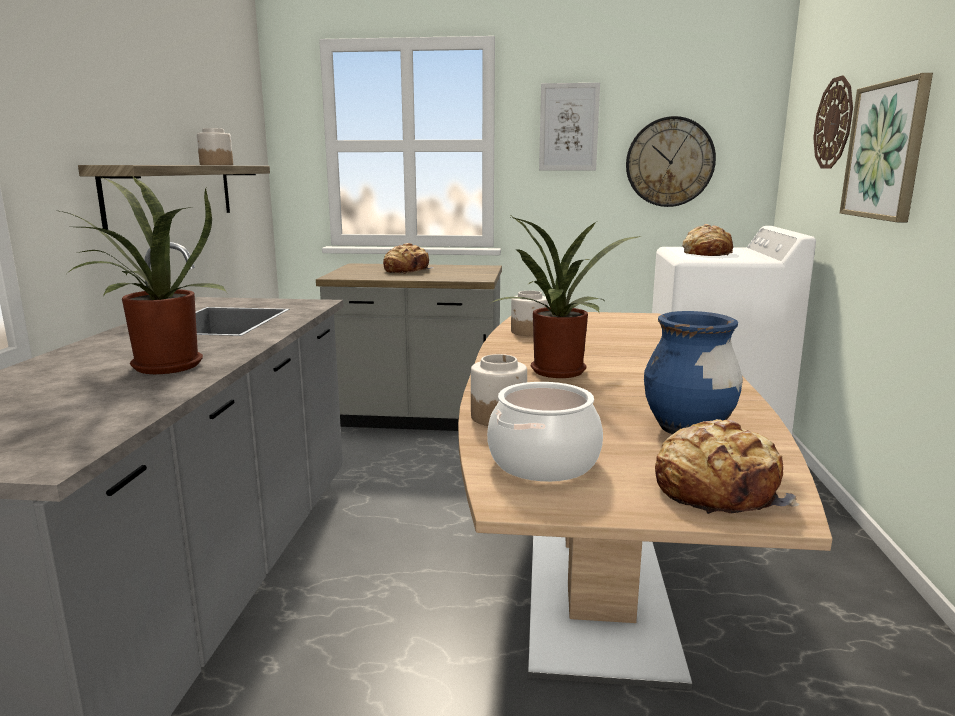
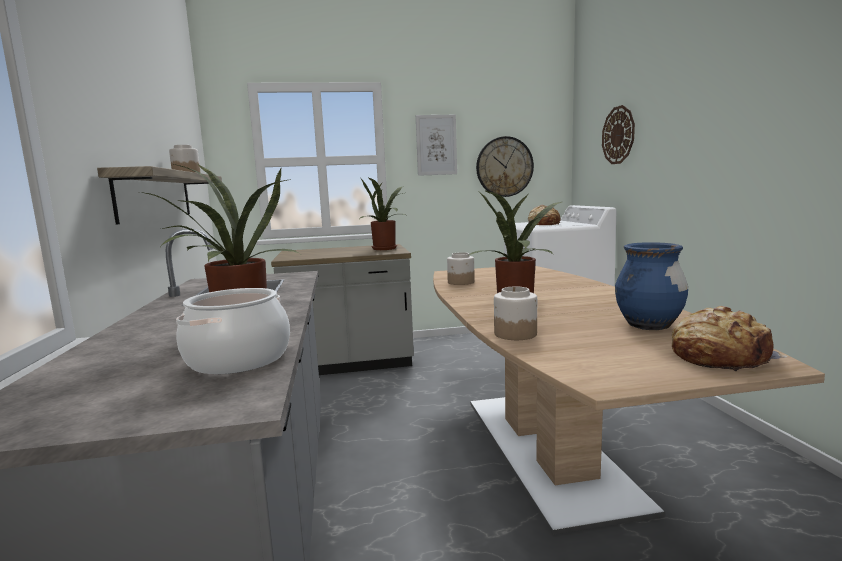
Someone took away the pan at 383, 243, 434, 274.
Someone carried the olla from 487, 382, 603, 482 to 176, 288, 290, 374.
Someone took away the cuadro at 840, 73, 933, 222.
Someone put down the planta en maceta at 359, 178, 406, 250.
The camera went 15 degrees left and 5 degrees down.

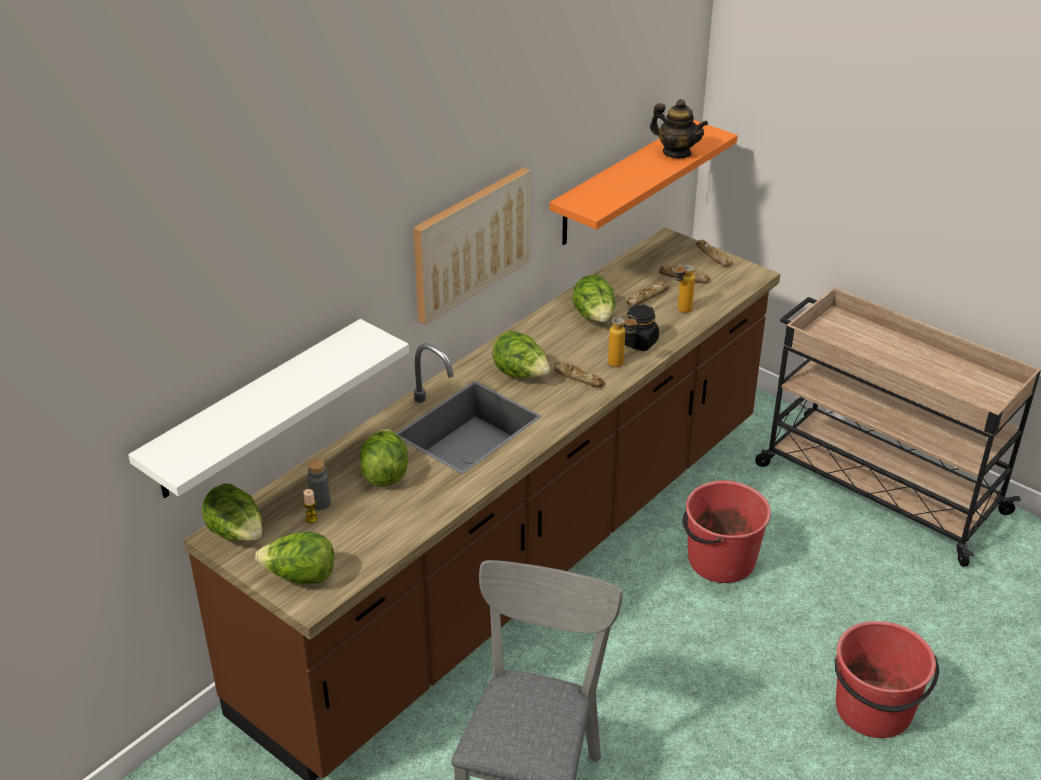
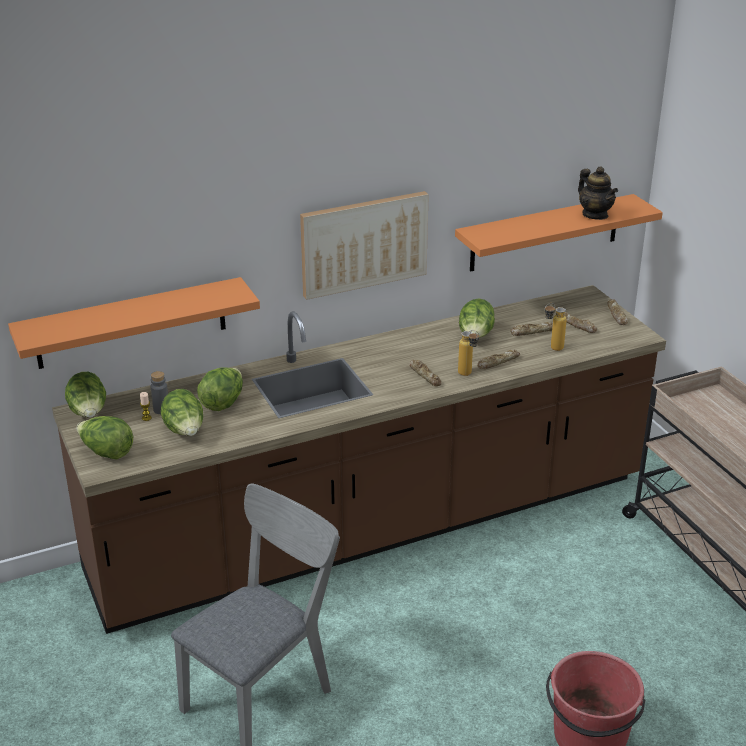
Someone repainted the estante/blanco at 128, 319, 409, 498, which became the estante/naranja at 8, 277, 260, 369.
Someone carried the lechuga from 492, 331, 550, 378 to 161, 389, 203, 436.
Someone swapped the tarro/negro at 623, 305, 659, 351 for the pan at 477, 350, 520, 369.
Someone took away the cubo/rojo at 682, 481, 771, 583.
The camera went 25 degrees right and 5 degrees down.

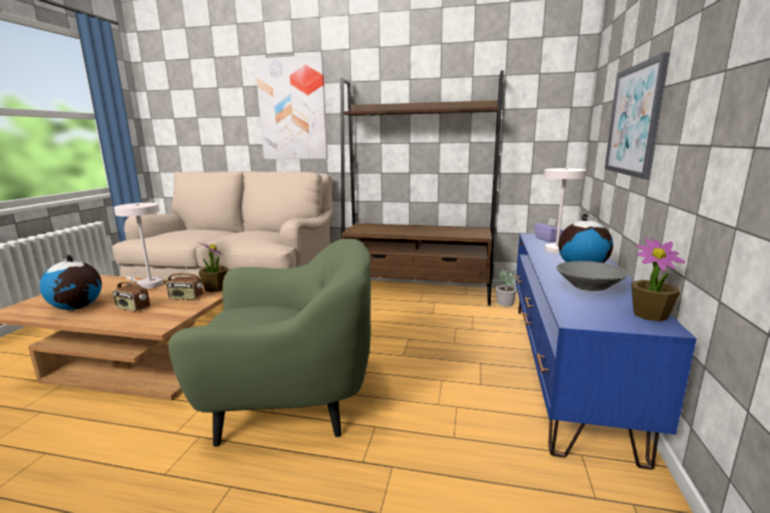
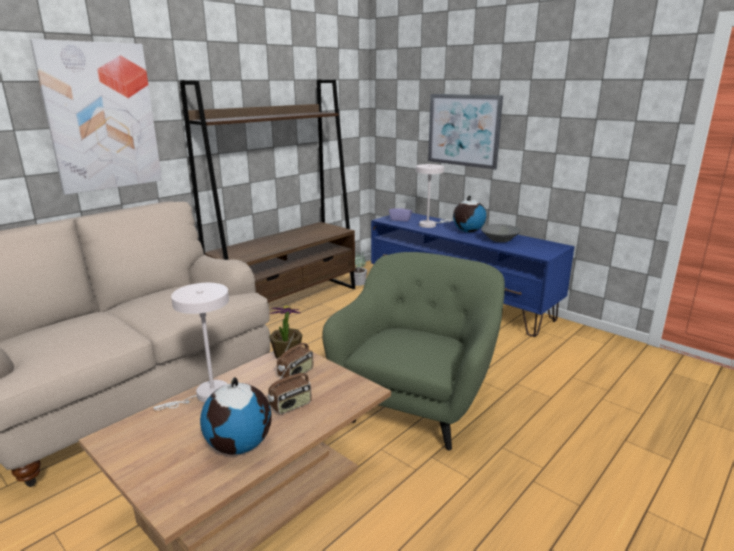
Someone took away the planta en maceta at 631, 239, 686, 321.
The camera went 60 degrees left and 5 degrees up.

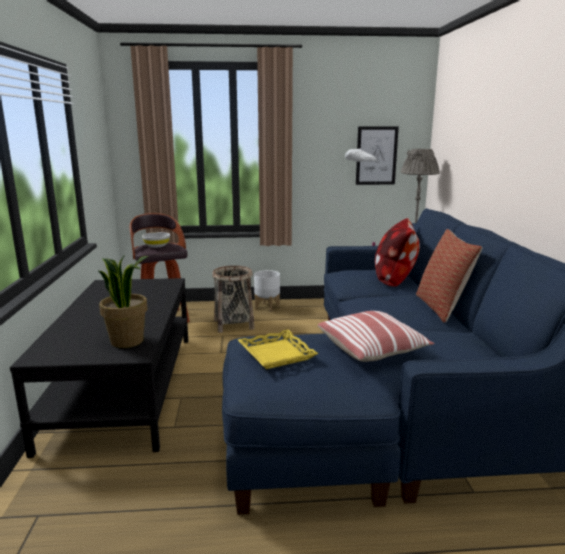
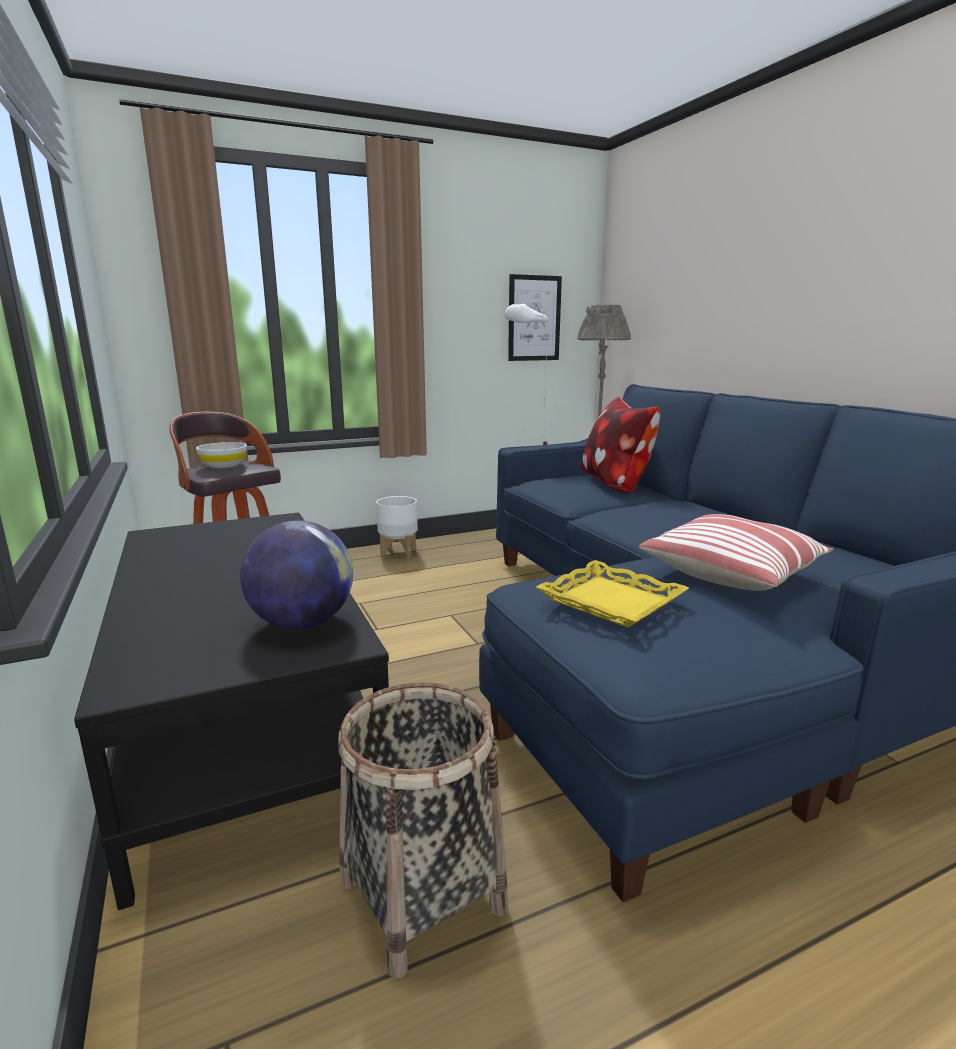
Someone swapped the planta en maceta at 98, 256, 149, 348 for the globo terráqueo at 240, 520, 353, 629.
Someone carried the cesta from 212, 266, 254, 333 to 338, 682, 509, 979.
Someone took away the cojín at 416, 229, 482, 323.
The camera went 20 degrees left and 0 degrees up.

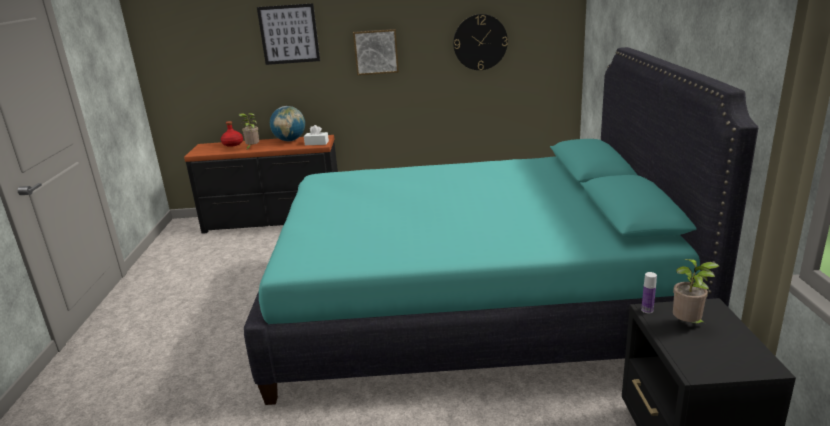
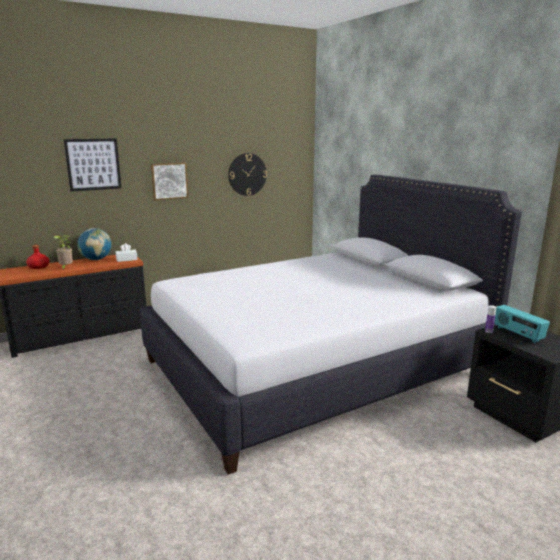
Someone repainted the cama/turquesa at 244, 47, 758, 405, which became the cama/blanco at 140, 175, 522, 475.
Someone swapped the planta en maceta at 673, 259, 720, 325 for the radio at 494, 305, 550, 343.
The camera went 30 degrees left and 5 degrees down.

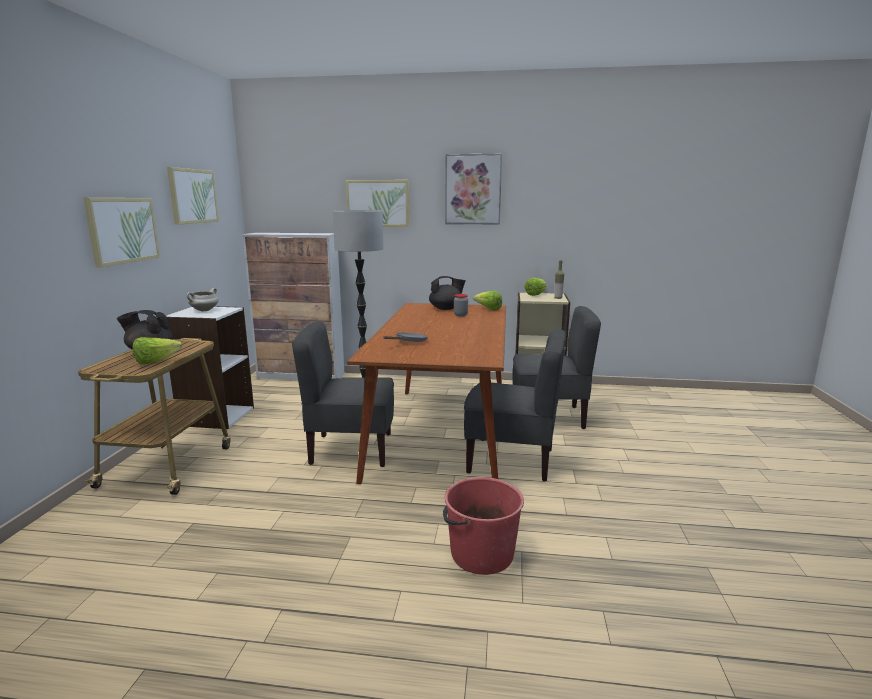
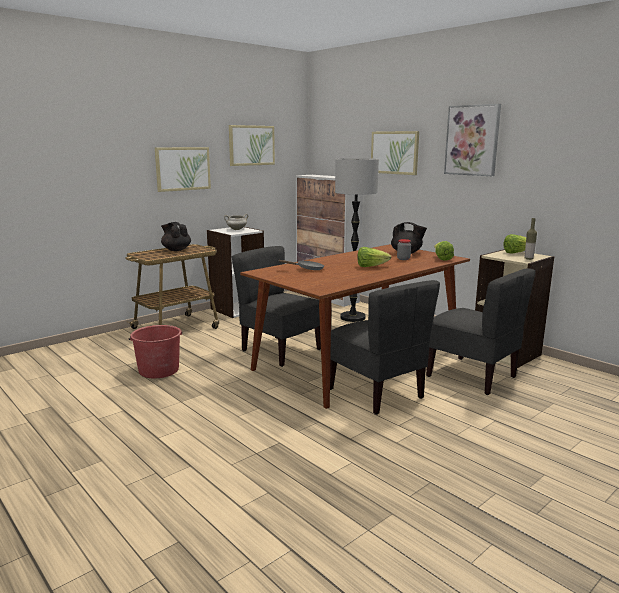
Someone carried the lechuga from 133, 337, 182, 364 to 358, 247, 391, 267.
Someone carried the cubo/rojo from 443, 477, 524, 575 to 129, 325, 183, 378.
The camera went 40 degrees right and 0 degrees up.

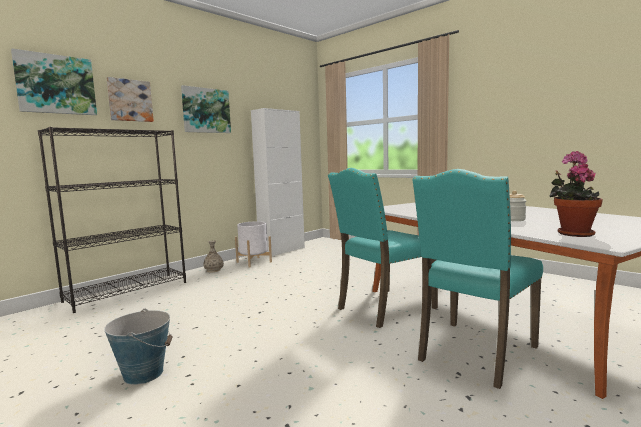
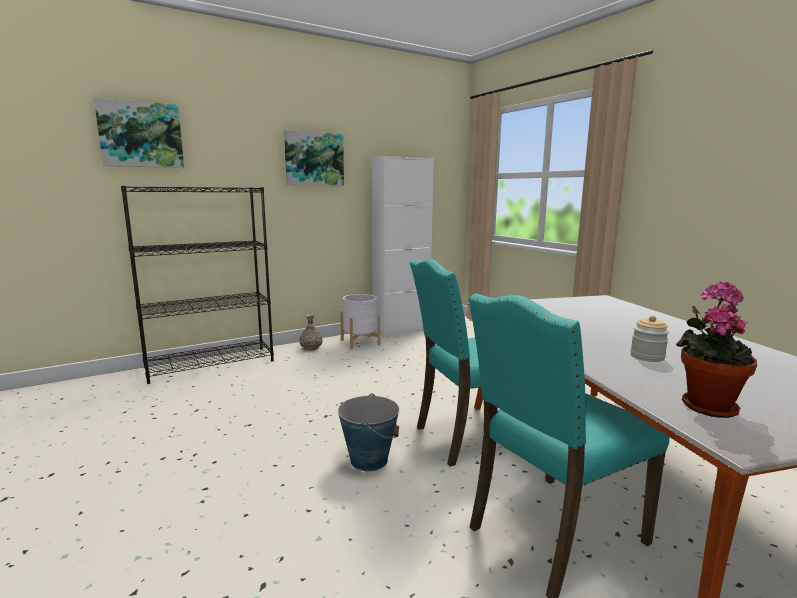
Someone carried the cubo from 104, 309, 173, 385 to 338, 393, 399, 471.
Someone took away the cuadro at 107, 77, 154, 122.
The camera went 15 degrees right and 5 degrees up.

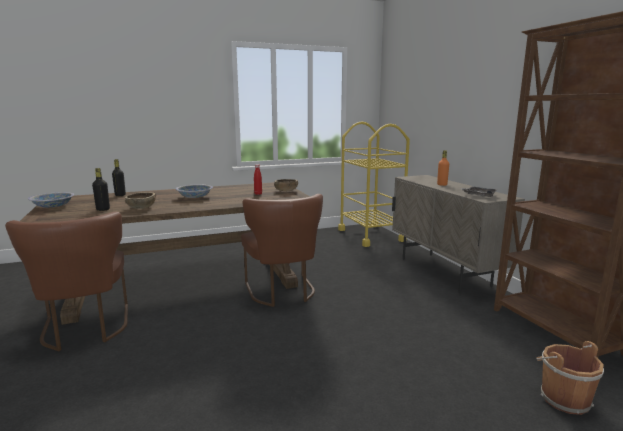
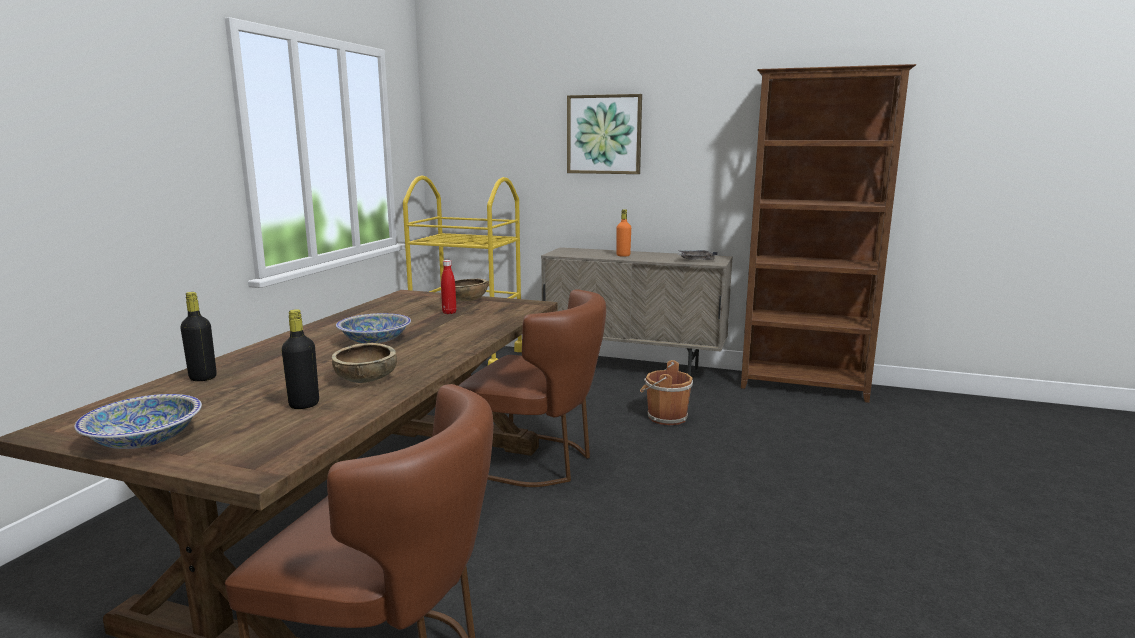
Someone carried the cubo/marrón from 536, 341, 604, 415 to 640, 360, 693, 425.
Someone put up the cuadro at 567, 94, 642, 174.
The camera went 50 degrees left and 0 degrees up.

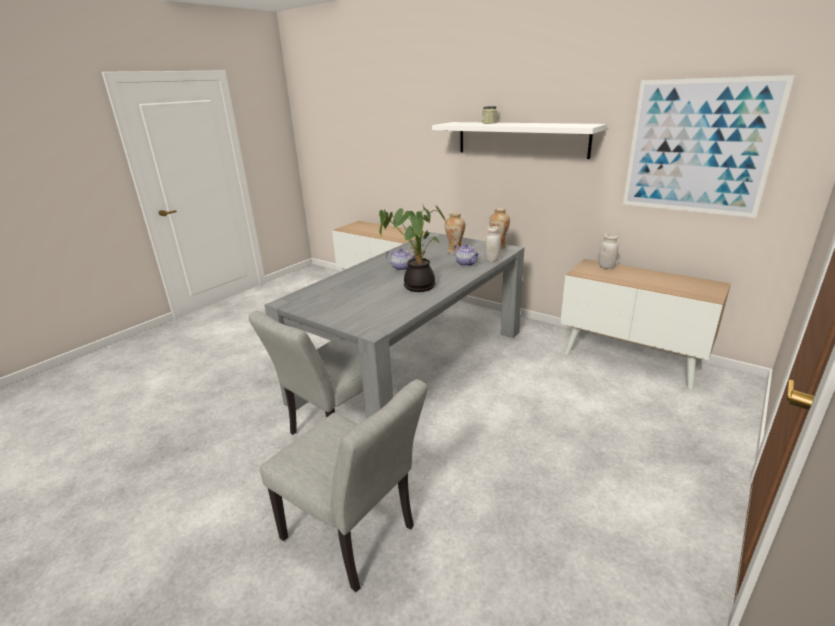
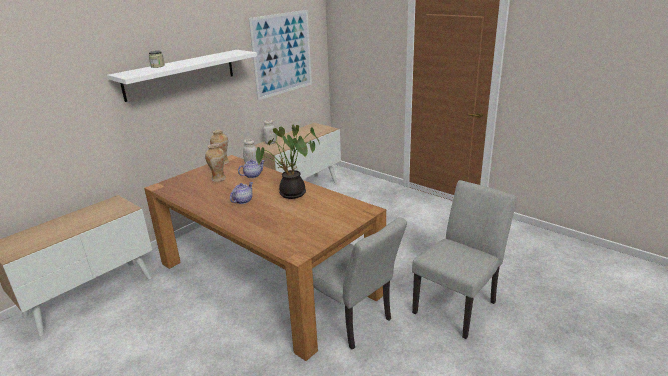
Someone repainted the mesa de comedor/gris at 265, 232, 524, 419, which became the mesa de comedor/marrón at 144, 155, 386, 361.
The camera went 85 degrees left and 0 degrees up.

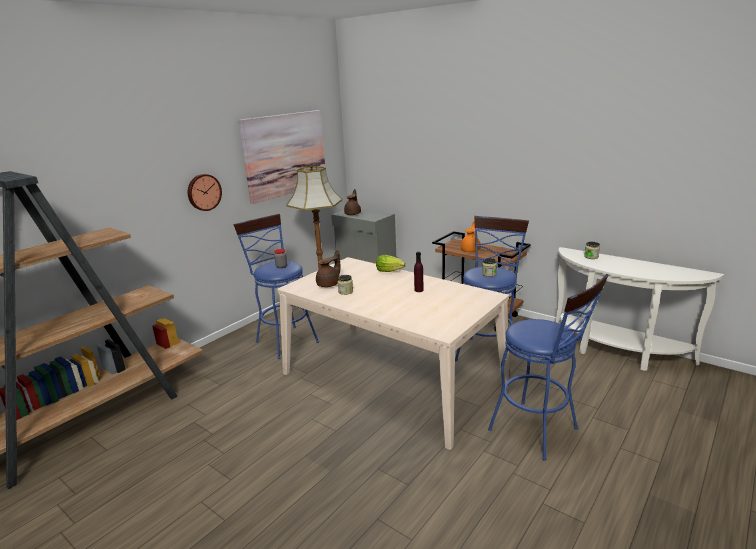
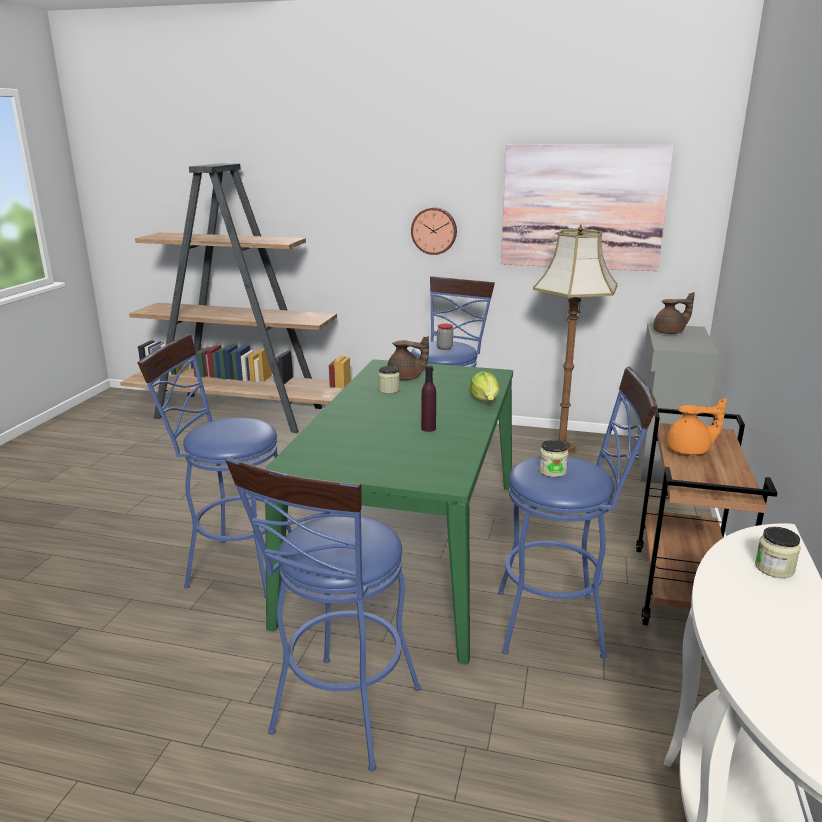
Someone repainted the mesa de comedor/beis at 277, 257, 509, 450, which became the mesa de comedor/verde at 265, 359, 513, 664.
Someone put down the taburete/azul at 137, 334, 292, 598.
The camera went 65 degrees right and 0 degrees up.

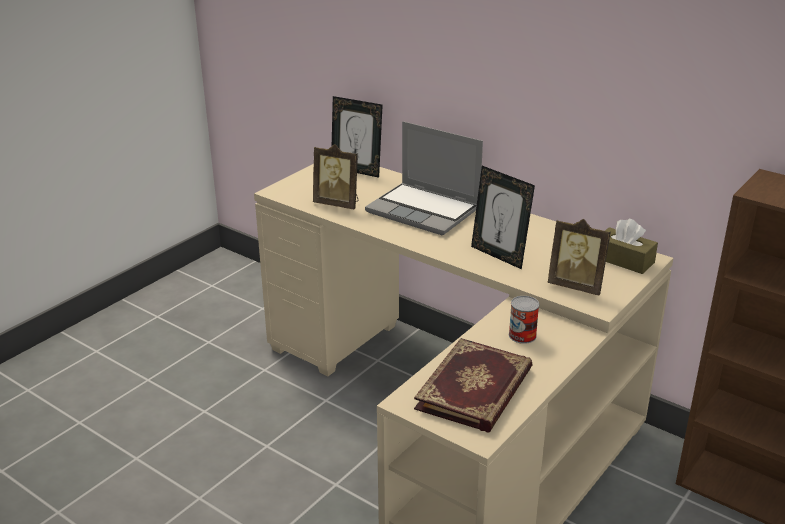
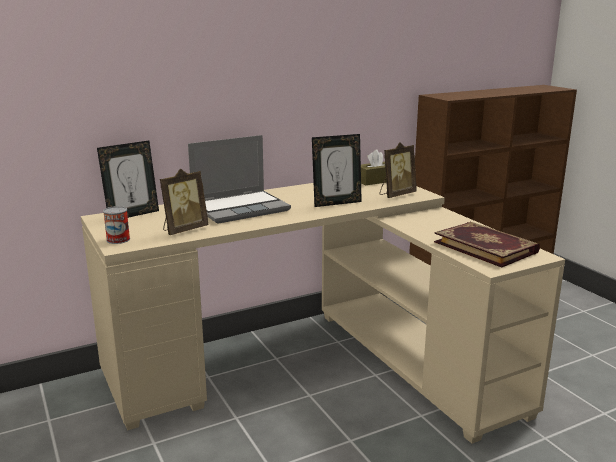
Someone carried the lata from 509, 296, 539, 344 to 103, 206, 130, 244.
The camera went 65 degrees left and 10 degrees down.

